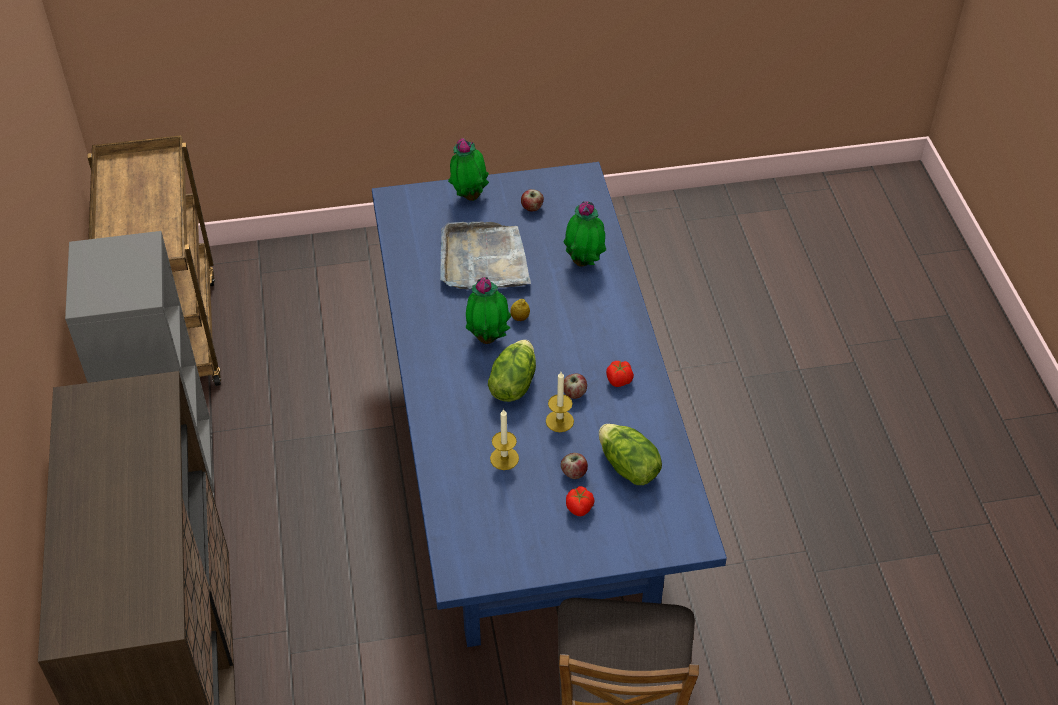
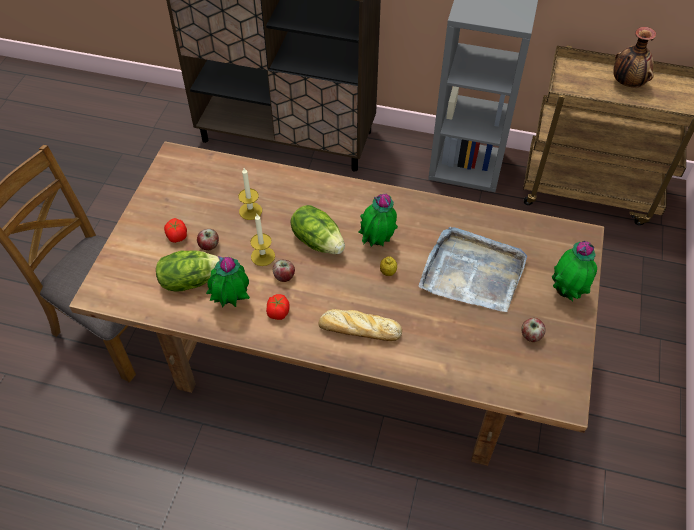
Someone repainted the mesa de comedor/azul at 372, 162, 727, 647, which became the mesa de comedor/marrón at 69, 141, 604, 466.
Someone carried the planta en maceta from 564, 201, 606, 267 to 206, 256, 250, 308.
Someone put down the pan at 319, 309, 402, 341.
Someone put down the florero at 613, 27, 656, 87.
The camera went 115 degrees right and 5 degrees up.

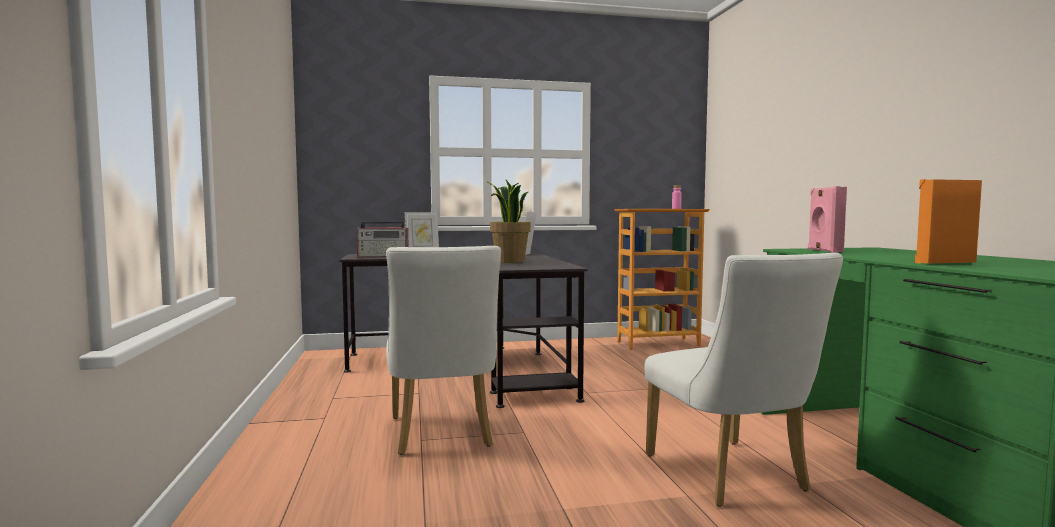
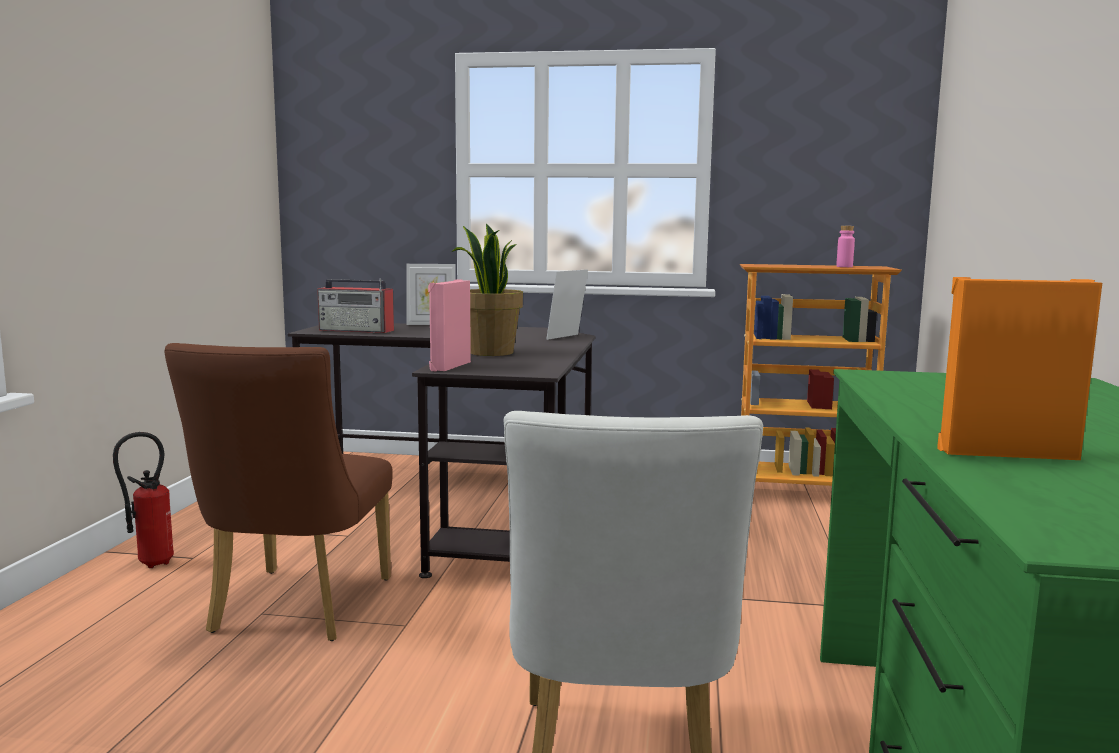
Someone repainted the silla/blanco at 386, 246, 501, 455, which became the silla/marrón at 164, 343, 393, 641.
Someone carried the altavoz/rosa from 808, 186, 847, 253 to 428, 279, 471, 371.
Someone put down the extintor at 113, 432, 174, 568.
The camera went 20 degrees right and 5 degrees up.

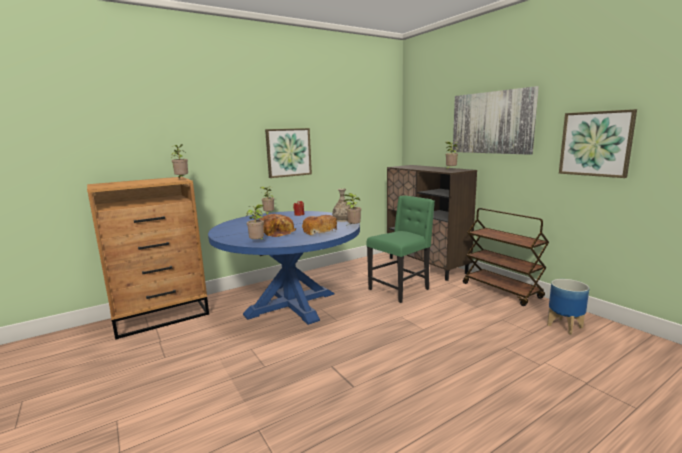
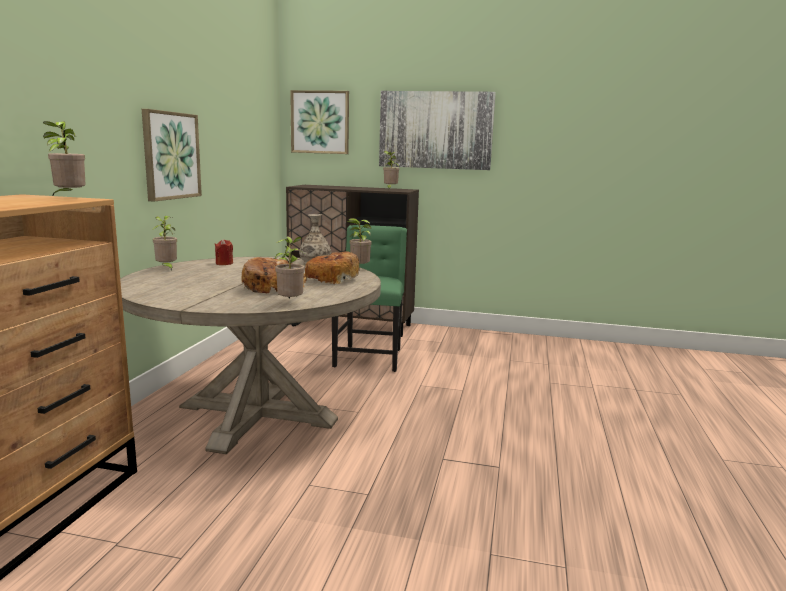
Someone repainted the mesa de comedor/azul at 208, 211, 360, 325, which became the mesa de comedor/beis at 120, 257, 381, 454.
Someone took away the carrito/marrón at 463, 208, 549, 306.
Someone took away the maceta at 547, 279, 589, 335.
Someone carried the cuadro from 559, 109, 637, 178 to 290, 90, 349, 154.
The camera went 45 degrees left and 0 degrees up.

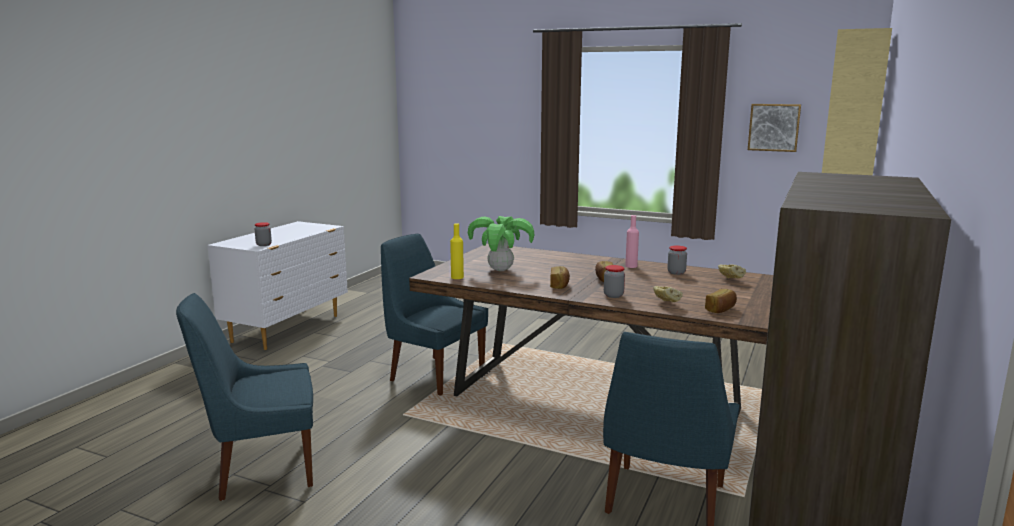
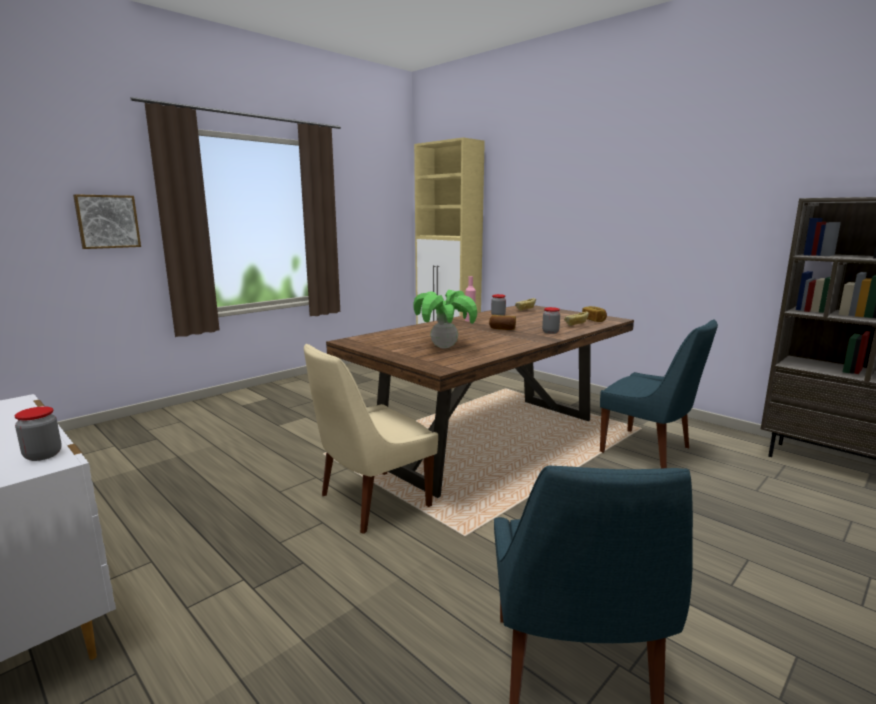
Someone repainted the silla/azul at 381, 234, 488, 396, which became the silla/beis at 304, 344, 438, 534.
Someone took away the botella/amarillo at 450, 223, 464, 279.
Someone took away the pan at 550, 266, 570, 289.
Someone carried the cuadro from 748, 104, 801, 152 to 73, 194, 141, 249.
The camera went 70 degrees left and 0 degrees up.

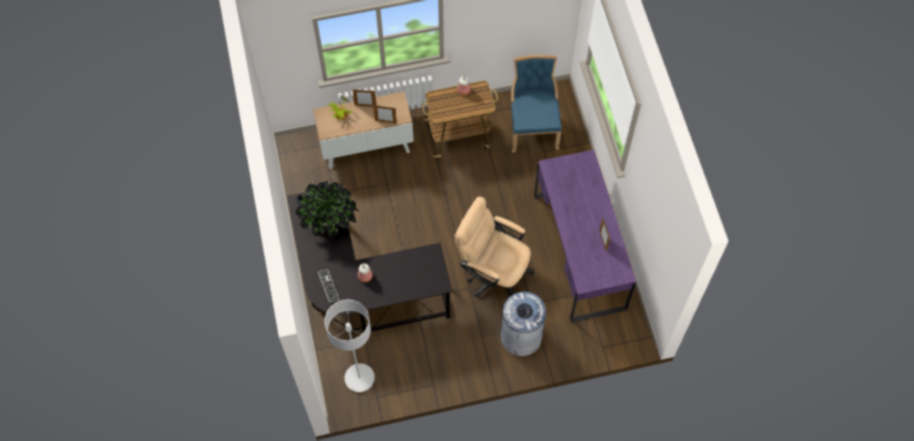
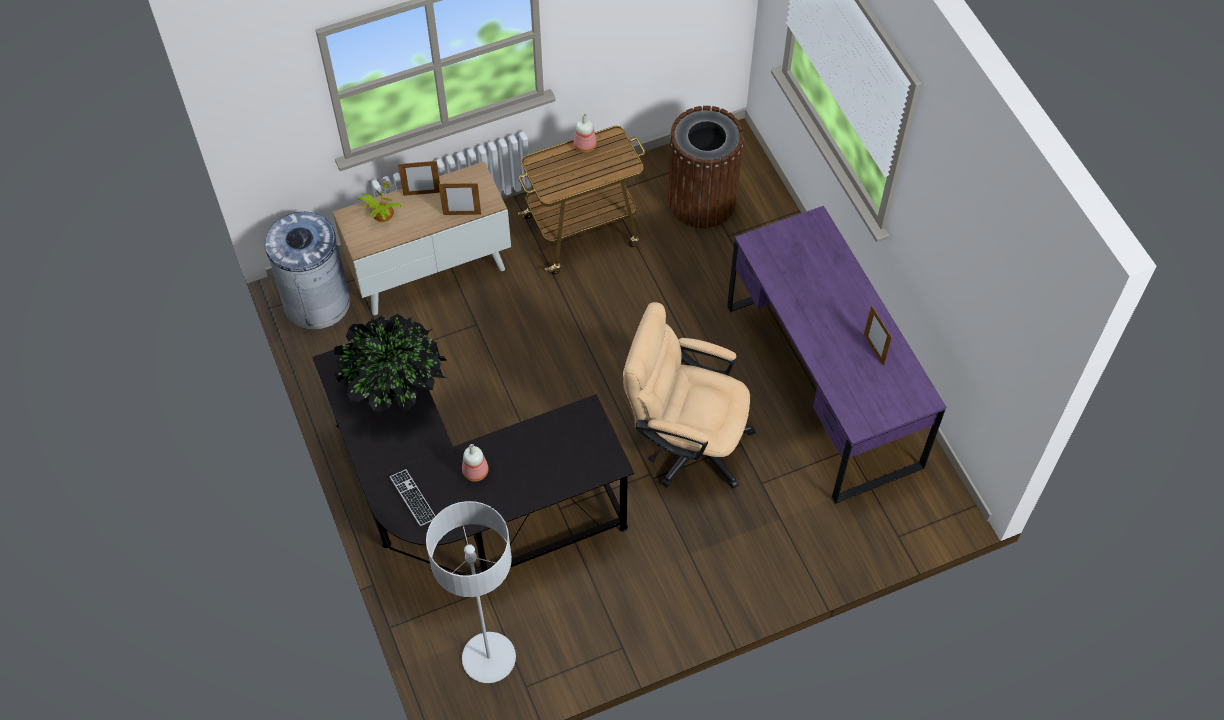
Someone carried the papelera/gris from 500, 292, 548, 356 to 264, 212, 350, 330.
Someone swapped the silla/azul at 511, 55, 562, 153 for the papelera/marrón at 668, 106, 744, 228.
The camera went 10 degrees left and 5 degrees down.

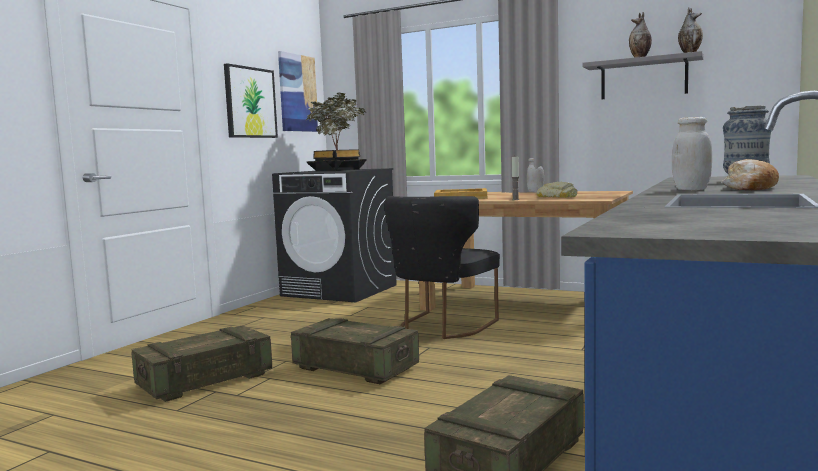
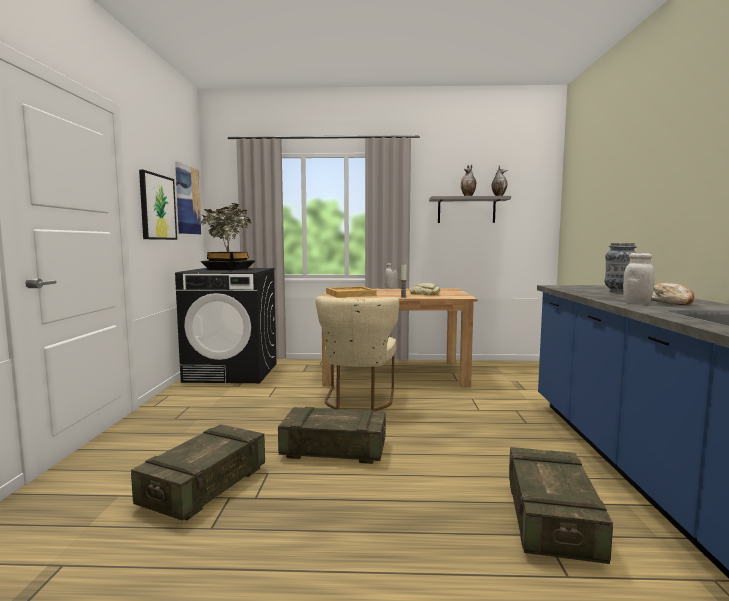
Someone repainted the silla/negro at 385, 196, 500, 339, which became the silla/beis at 315, 296, 399, 411.
The camera went 25 degrees left and 0 degrees up.

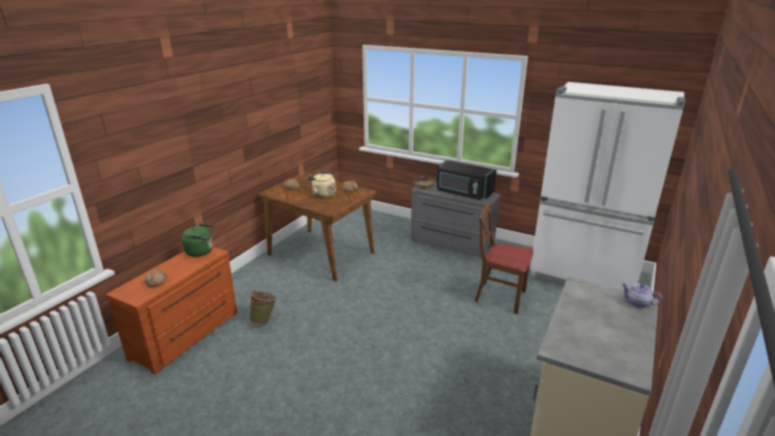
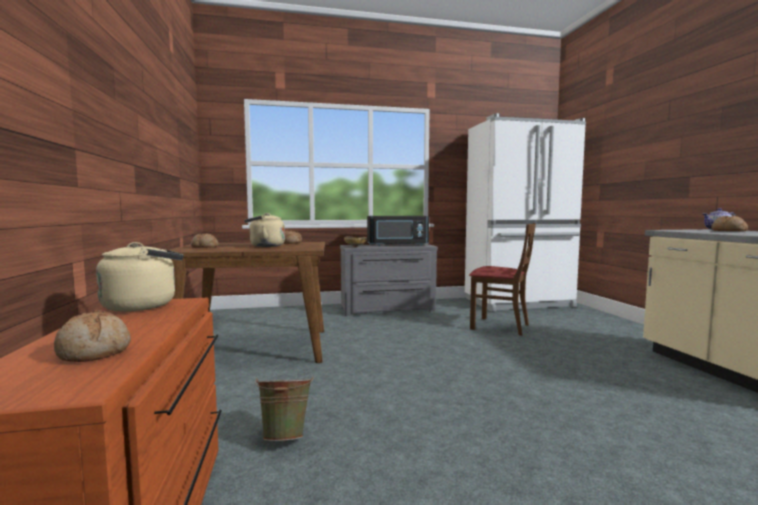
Someone repainted the hervidor/verde at 182, 224, 215, 257, which became the hervidor/beis at 96, 242, 183, 312.
Someone rotated the silla/marrón at 474, 202, 533, 314 by 135 degrees counterclockwise.
Someone put down the pan at 711, 216, 748, 231.
The camera went 40 degrees left and 20 degrees down.

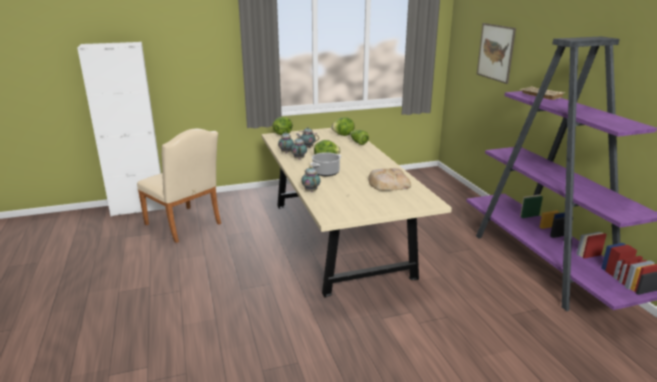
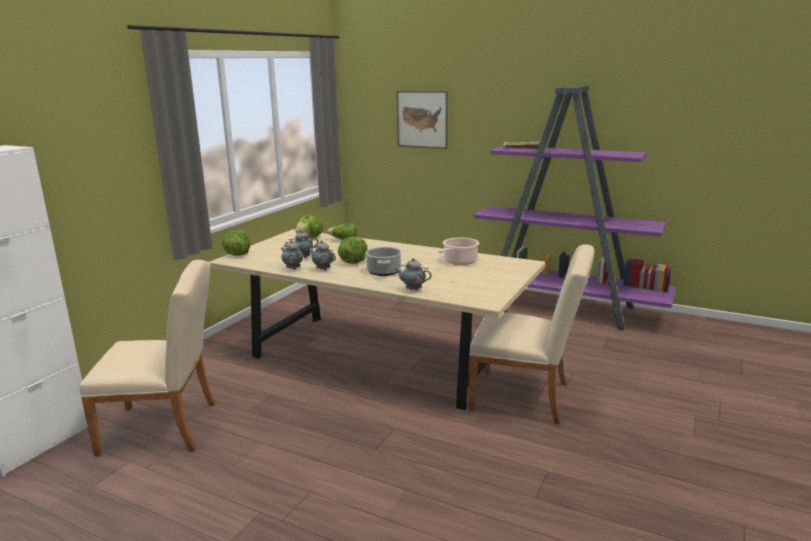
Someone swapped the pan at 368, 168, 411, 191 for the olla at 439, 238, 480, 265.
Someone put down the silla/beis at 469, 244, 594, 424.
The camera went 45 degrees left and 5 degrees down.

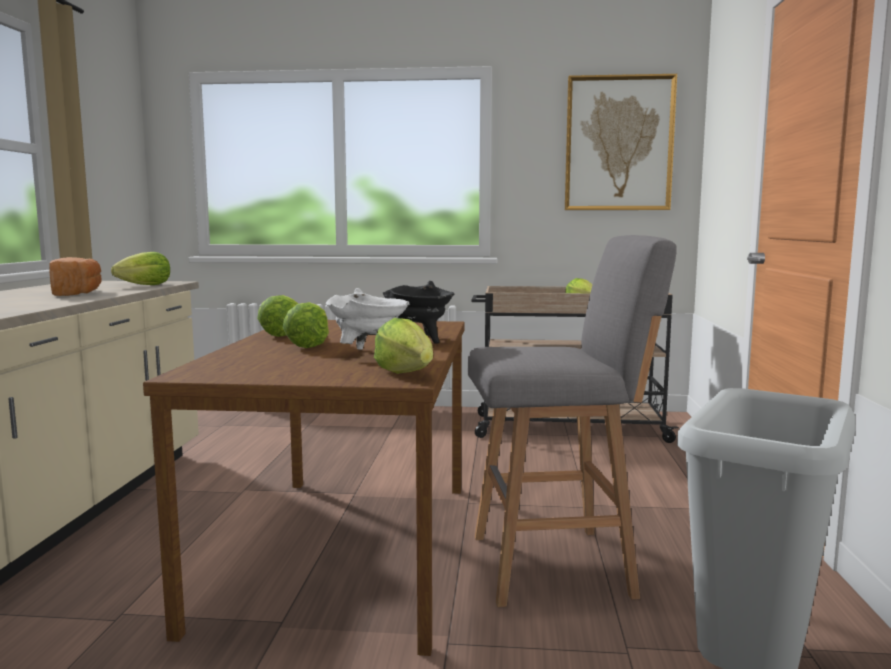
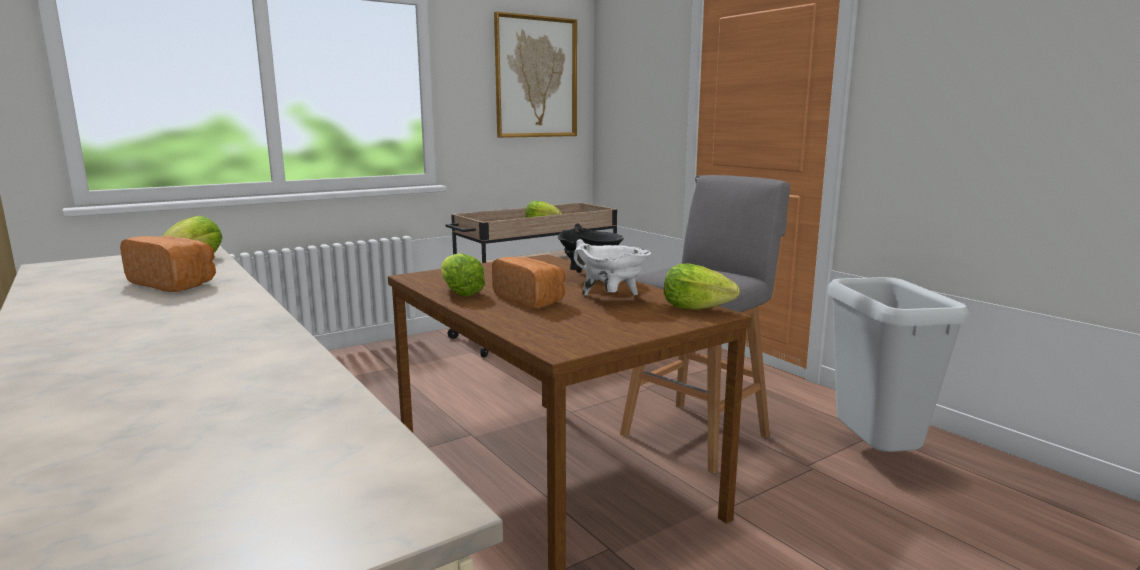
Someone swapped the lechuga at 283, 302, 329, 348 for the pan at 492, 257, 565, 309.
The camera went 40 degrees left and 5 degrees up.

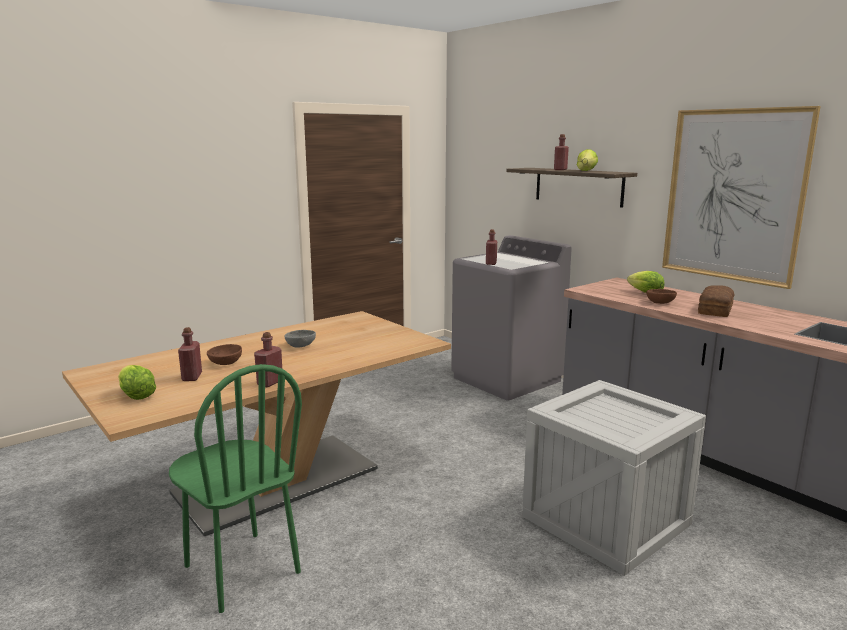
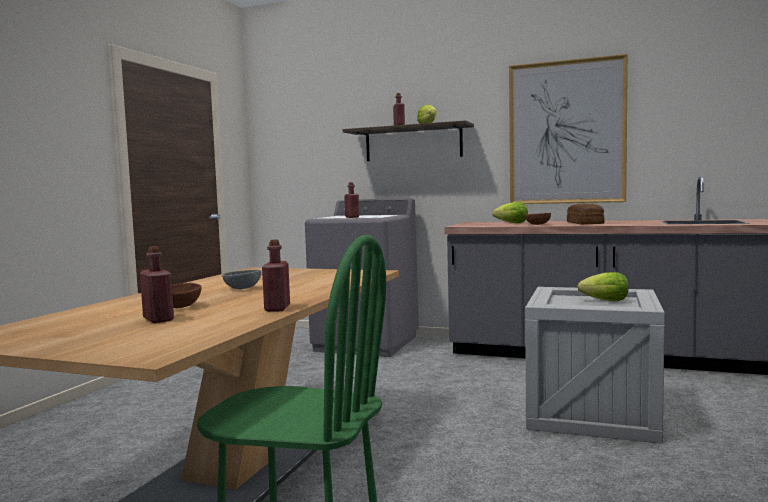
Someone carried the lechuga from 118, 365, 156, 400 to 577, 272, 629, 301.
The camera went 30 degrees left and 10 degrees down.

